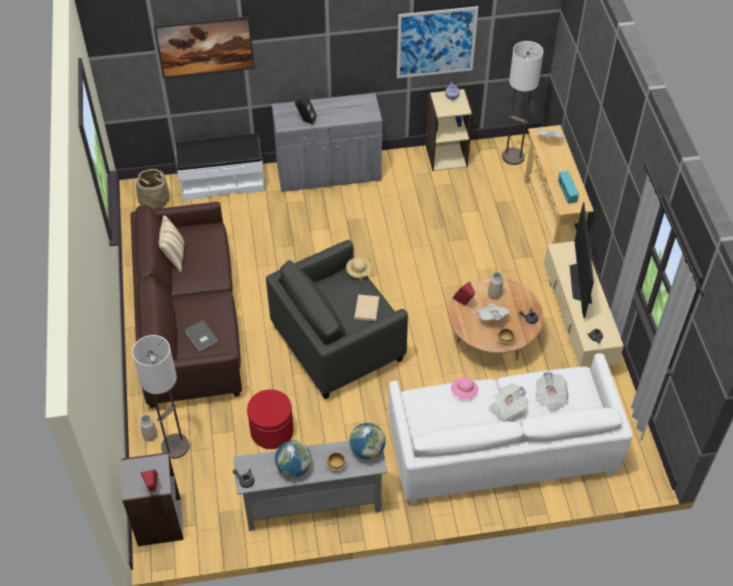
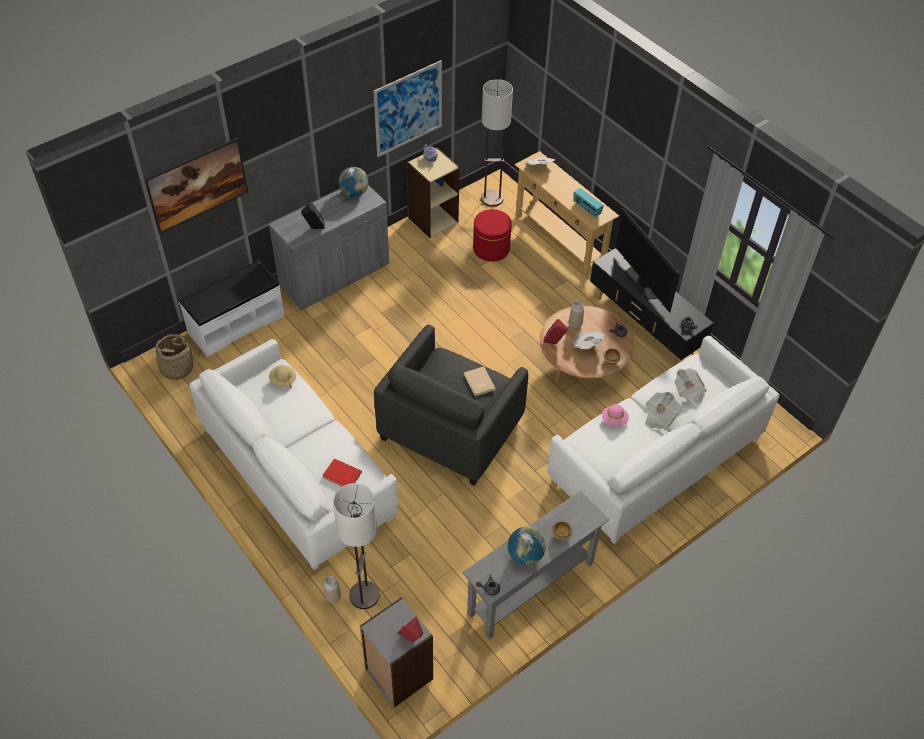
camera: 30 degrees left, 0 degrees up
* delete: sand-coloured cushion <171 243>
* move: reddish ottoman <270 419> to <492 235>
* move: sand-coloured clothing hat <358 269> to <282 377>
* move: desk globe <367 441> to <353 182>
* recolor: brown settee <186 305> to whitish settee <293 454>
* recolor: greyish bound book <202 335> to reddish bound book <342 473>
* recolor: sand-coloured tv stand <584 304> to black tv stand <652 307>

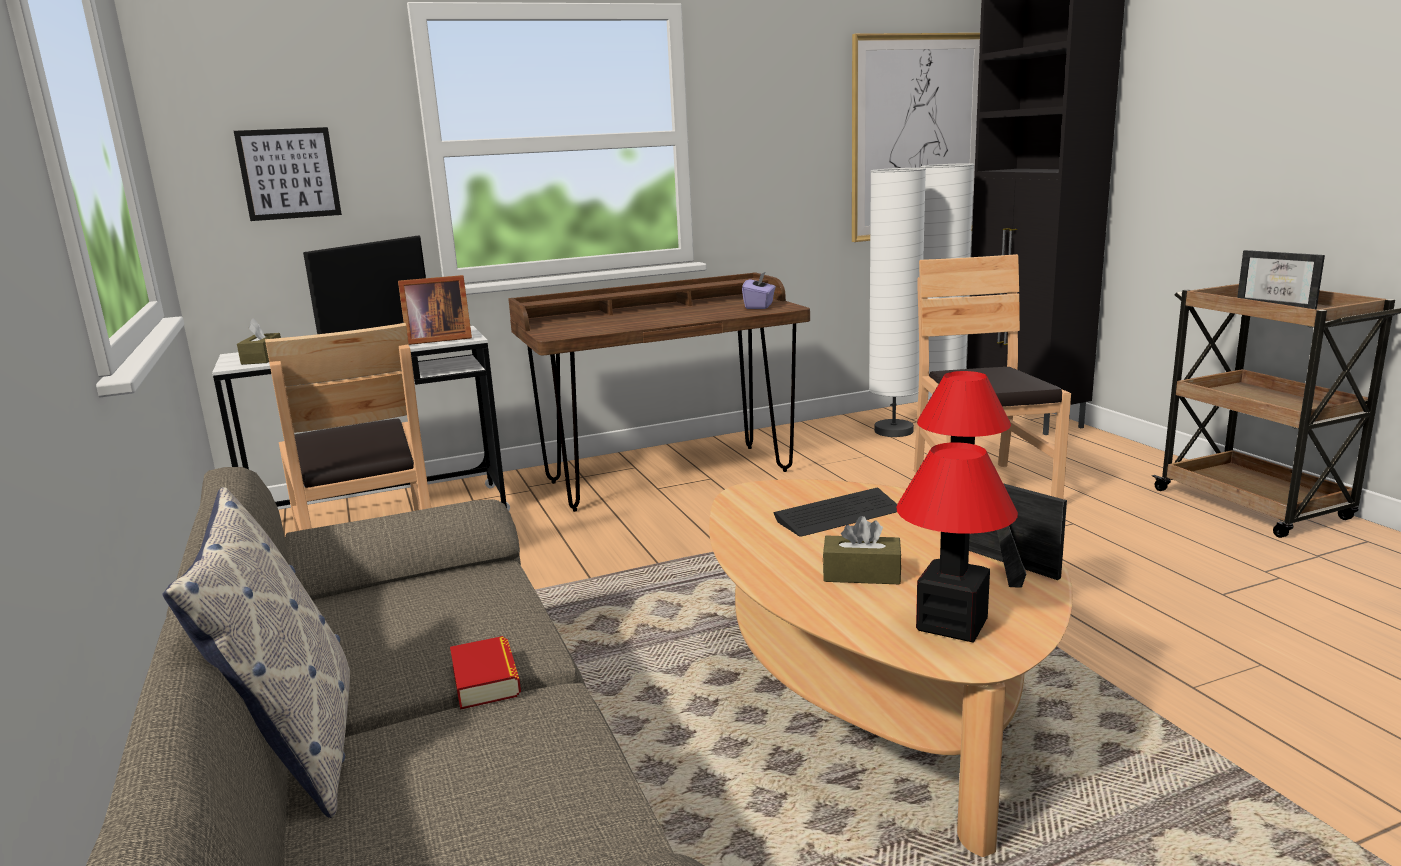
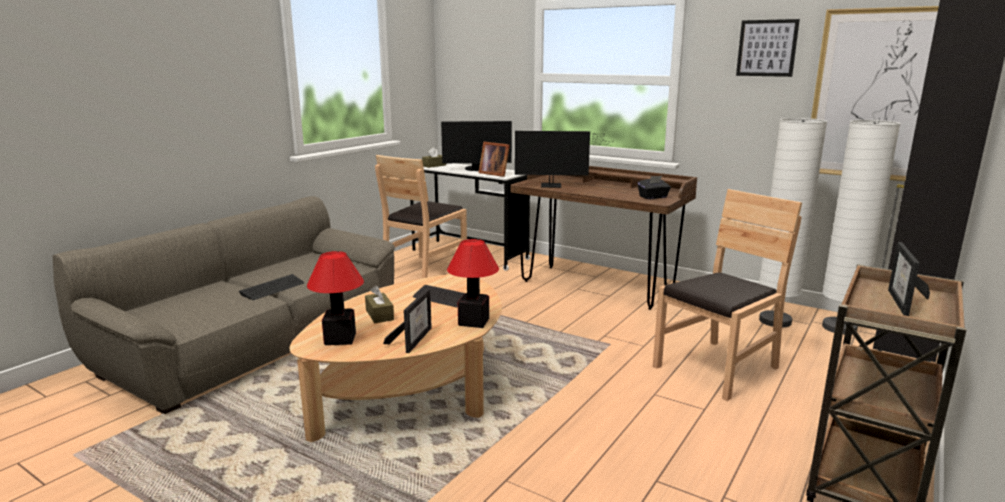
camera: 55 degrees right, 0 degrees up
* delete: cushion <256 652>
* insert: monitor <564 159>
* move: wall picture <288 174> to <768 48>
* replace: bound book <485 673> to PC keyboard <271 287>
* recolor: purplish tissue box <759 290> to black tissue box <654 187>

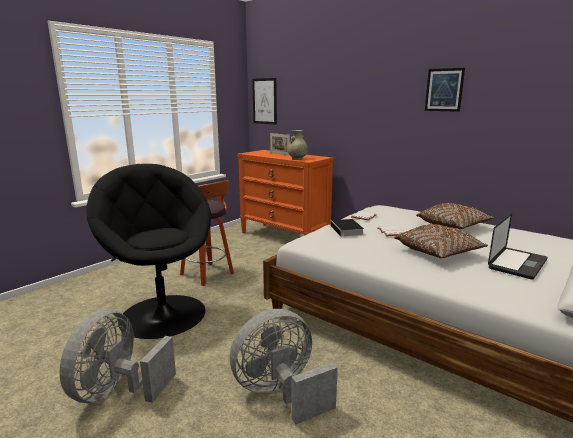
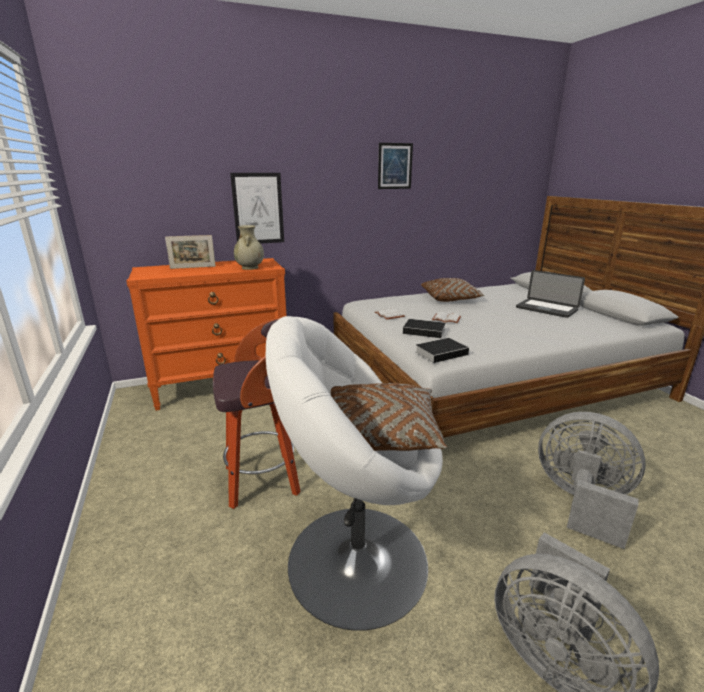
camera: 60 degrees left, 5 degrees up
* insert: bound book <444 350>
* move: wall picture <264 101> to <257 208>
* move: brown cushion <441 241> to <389 417>
* recolor: black lounge chair <149 251> to whitish lounge chair <354 473>
* rotate: greyish electric fan <284 366> = <592 480> 120 degrees clockwise
* rotate: laptop <518 246> = <550 294> 150 degrees clockwise

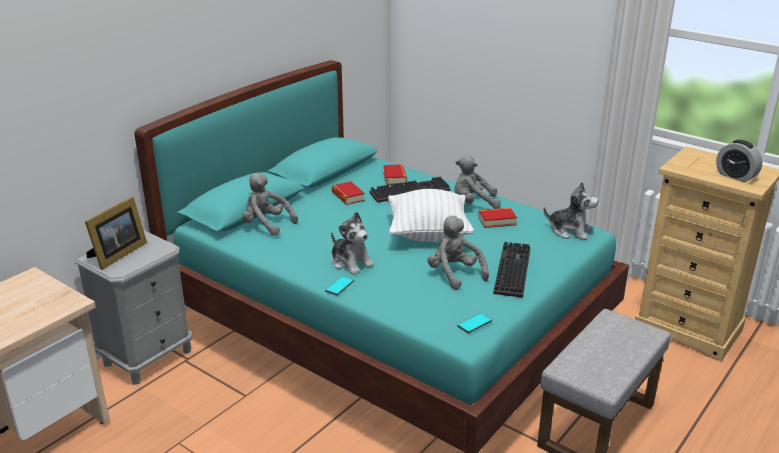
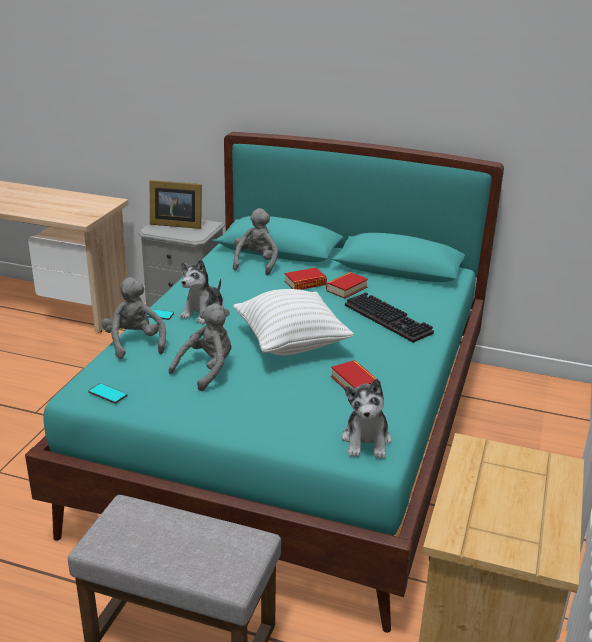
camera: 70 degrees right, 0 degrees up
* delete: PC keyboard <511 270>
* delete: table clock <739 161>
* move: bound book <395 174> to <305 279>
* move: greyish plush toy <477 182> to <133 318>

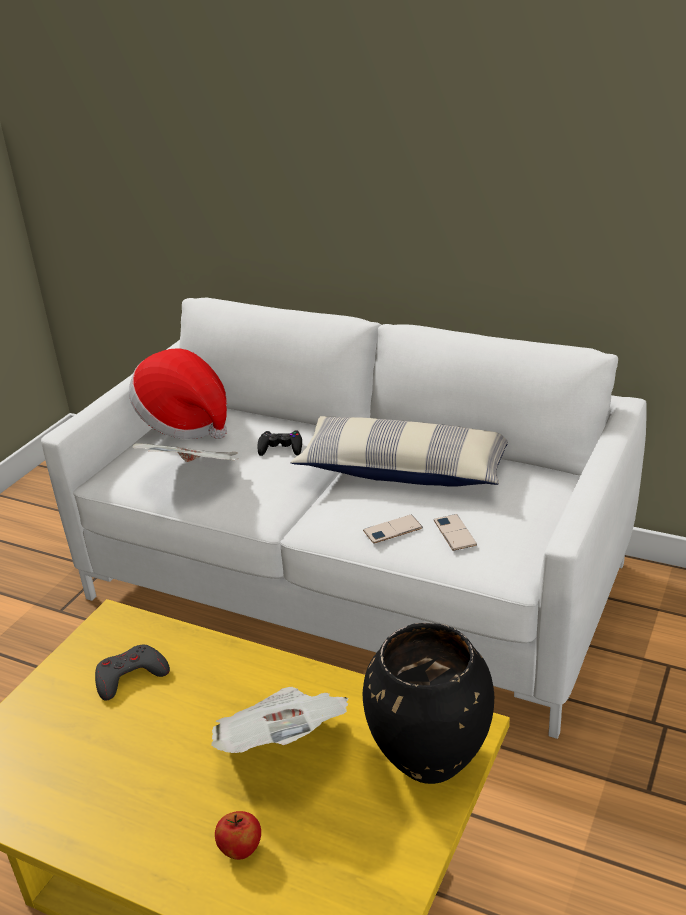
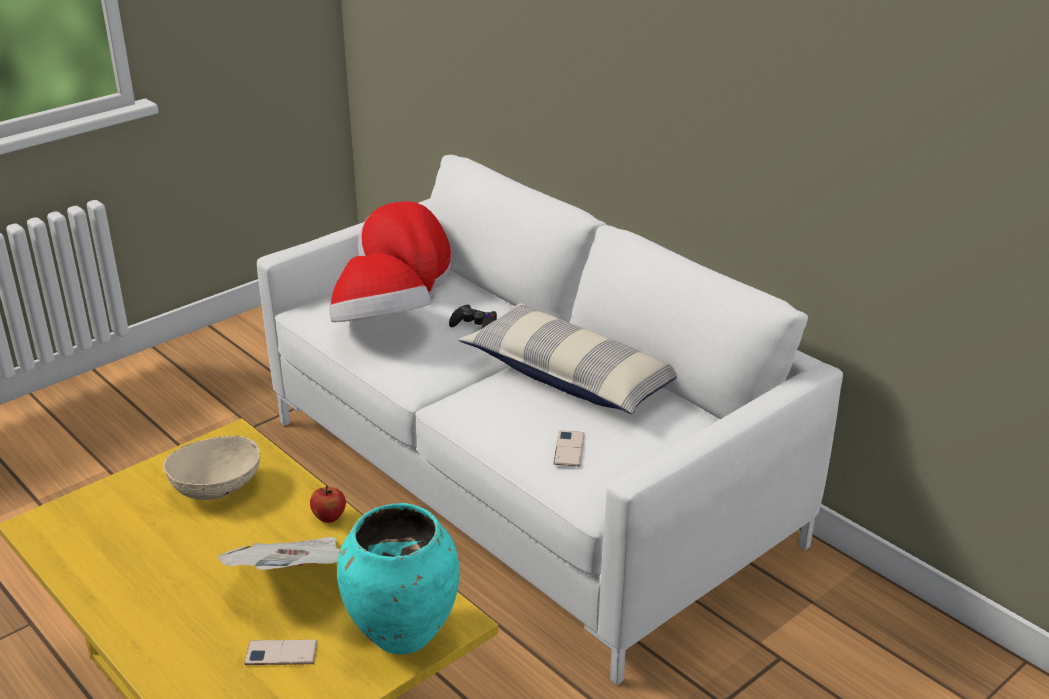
camera: 20 degrees right, 0 degrees up
* move: apple fruit <238 835> to <328 504>
* move: telephone <393 529> to <281 652>
* replace: greyish joypad <132 673> to sand-coloured deep dish <211 468>
* replace: printed paper <185 452> to clothing hat <380 287>
* recolor: black vase <428 703> to turquoise-coloured vase <398 578>

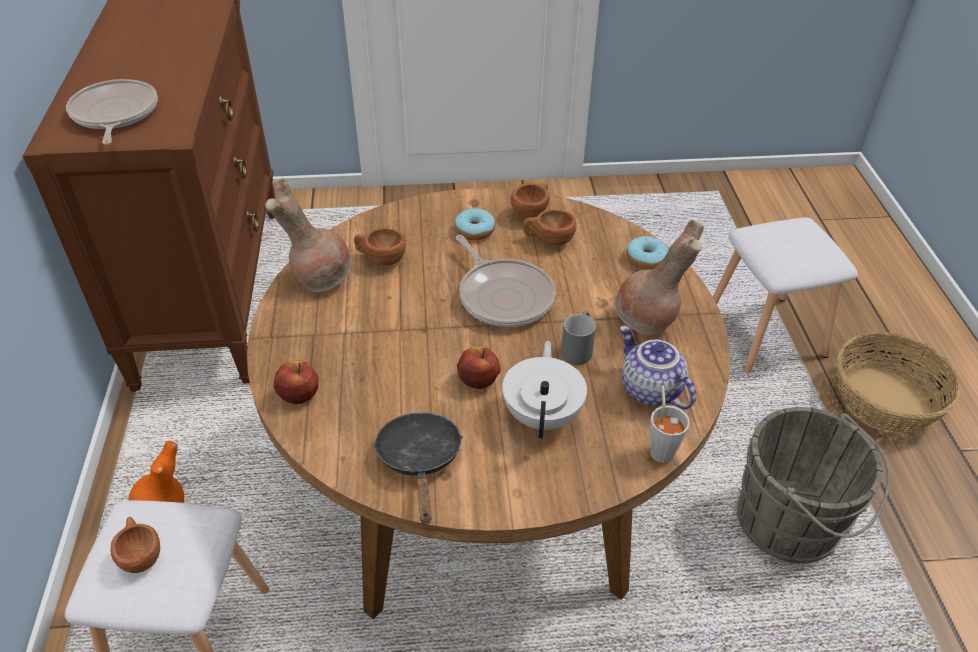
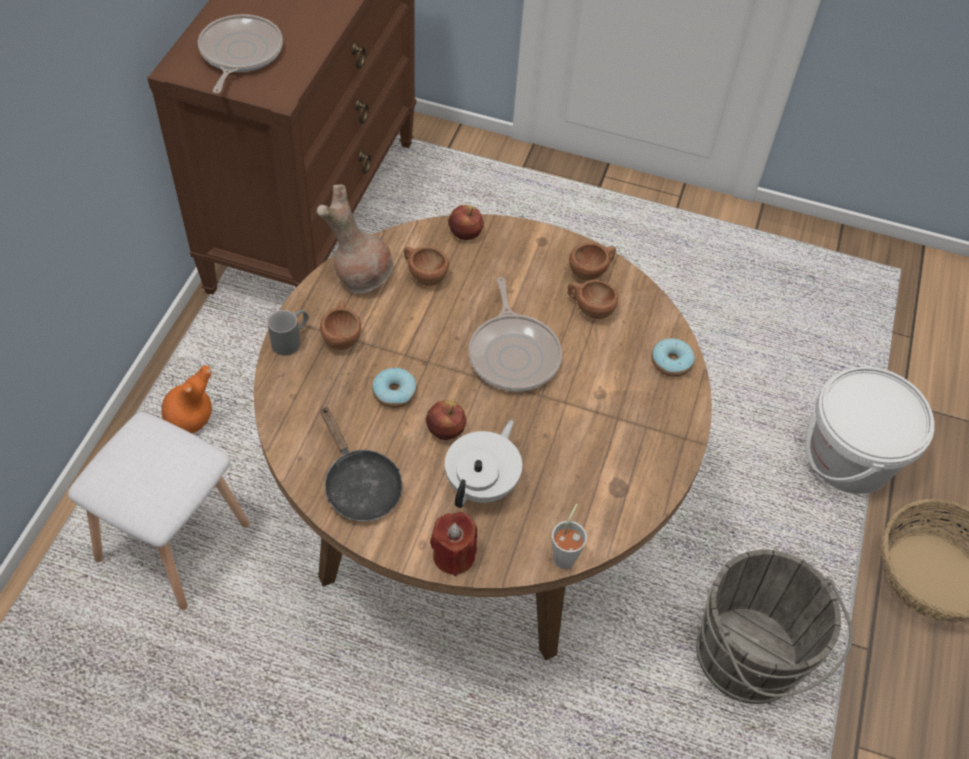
camera: 20 degrees right, 10 degrees up
* delete: brown vase <659 277>
* delete: tea pot <658 367>
* insert: reddish wax light <453 544>
* move: brown drinking cup <135 545> to <340 325>
* move: apple fruit <296 382> to <466 222>
* move: doughnut <475 224> to <394 388>
* move: greyish mug <578 338> to <288 332>
* replace: whitish sitting stool <785 295> to whitish bucket <870 430>
* rotate: black pan <418 468> = <361 464> 135 degrees clockwise

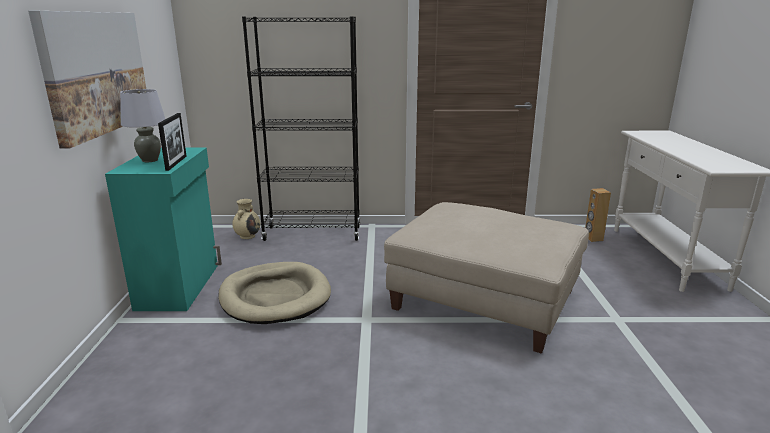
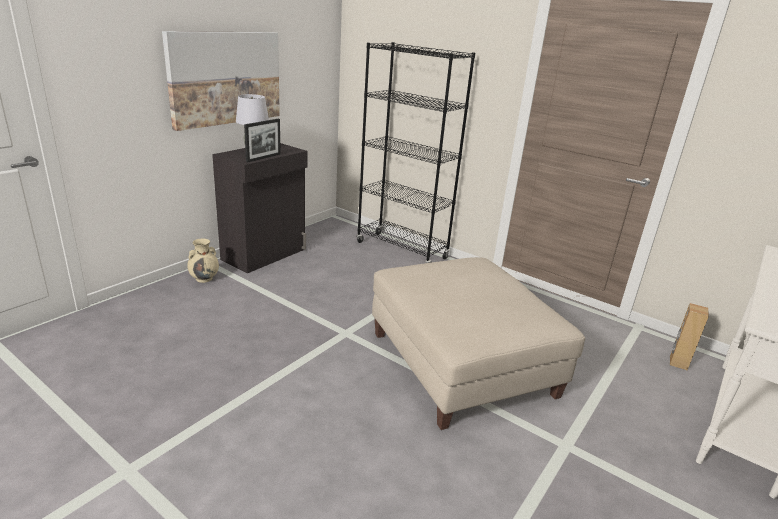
camera: 35 degrees right, 5 degrees up
* delete: sand-coloured dog bed <274 293>
* move: sand-coloured vase <246 219> to <203 260>
* recolor: turquoise-coloured cupboard <163 229> to black cupboard <260 208>

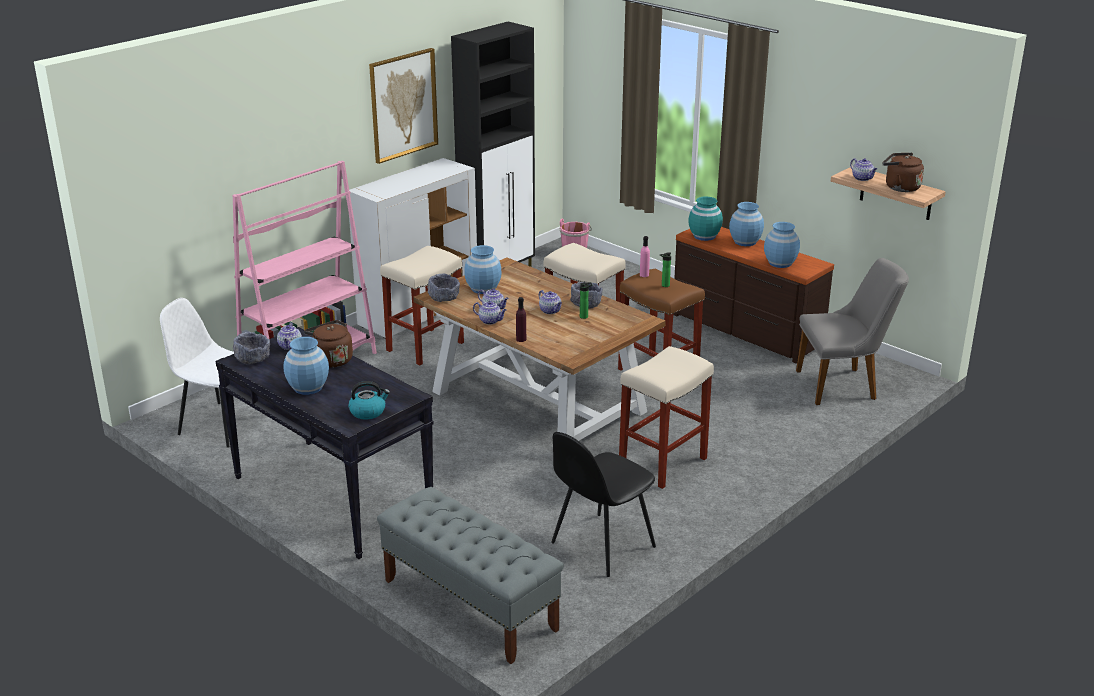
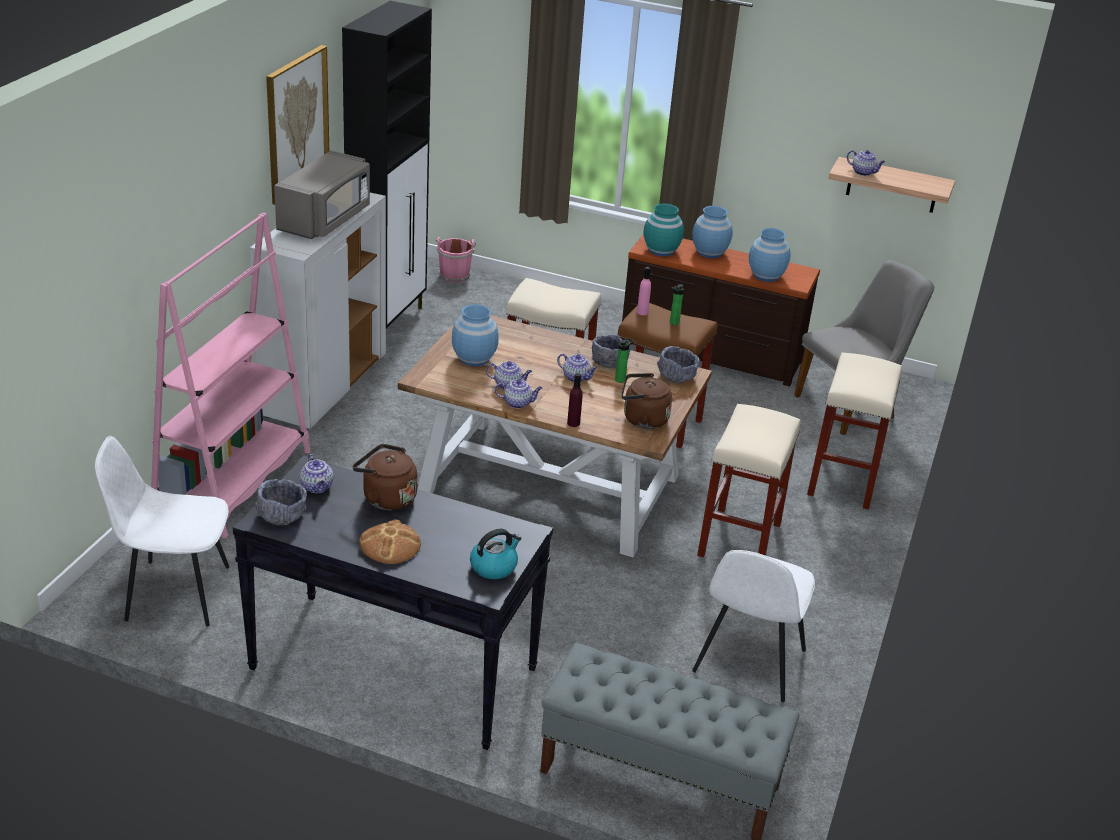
camera: 25 degrees left, 5 degrees up
* insert: greyish microwave <322 194>
* move: sand-coloured sitting stool <422 305> to <854 431>
* move: greyish deep dish <443 288> to <678 364>
* move: brown tea kettle <903 172> to <646 401>
* replace: bluish vase <306 366> to bakery bread <390 541>
* recolor: black chair <603 504> to whitish chair <753 626>

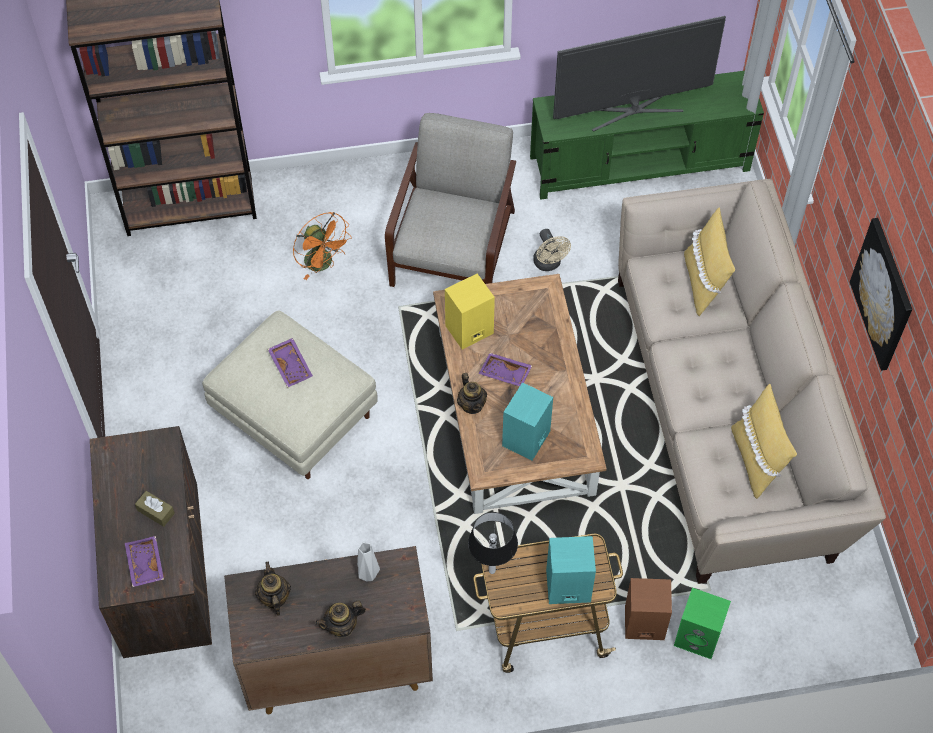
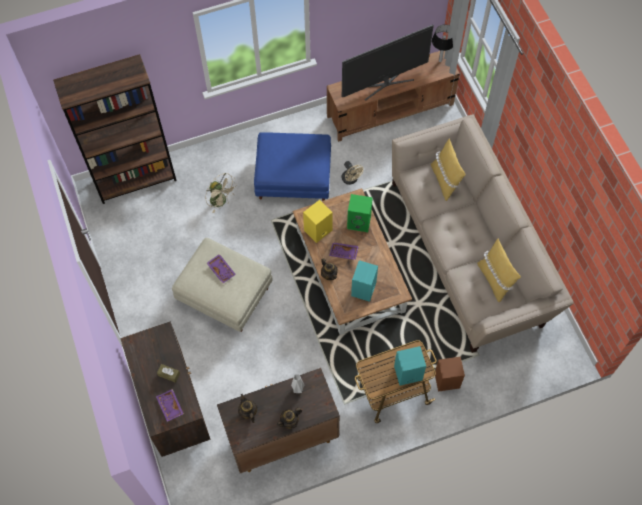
camera: 10 degrees left, 5 degrees up
* delete: wall picture <881 294>
* move: lamp for a table <493 543> to <442 43>
* move: green-coloured audio speaker <702 623> to <360 213>
* replace: greyish lounge chair <450 200> to bluish ottoman <292 166>
* recolor: orange electric fan <322 246> to sand-coloured electric fan <221 193>
* recolor: green-coloured tv stand <647 135> to brown tv stand <393 96>

